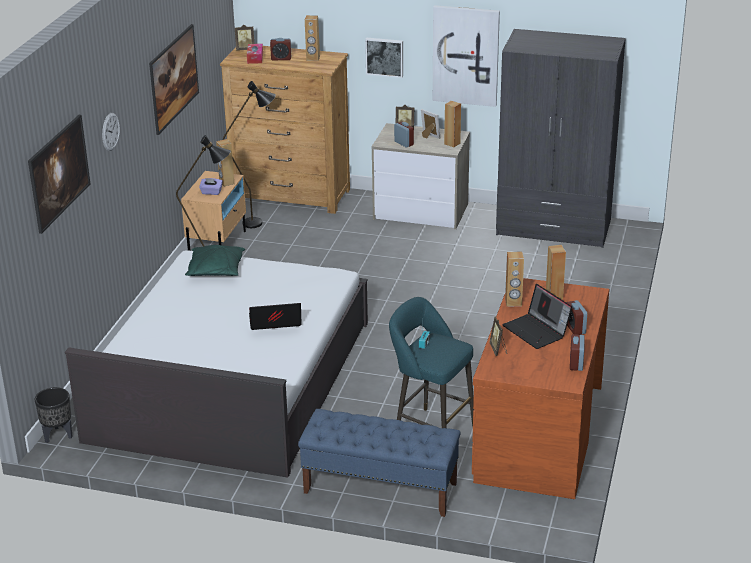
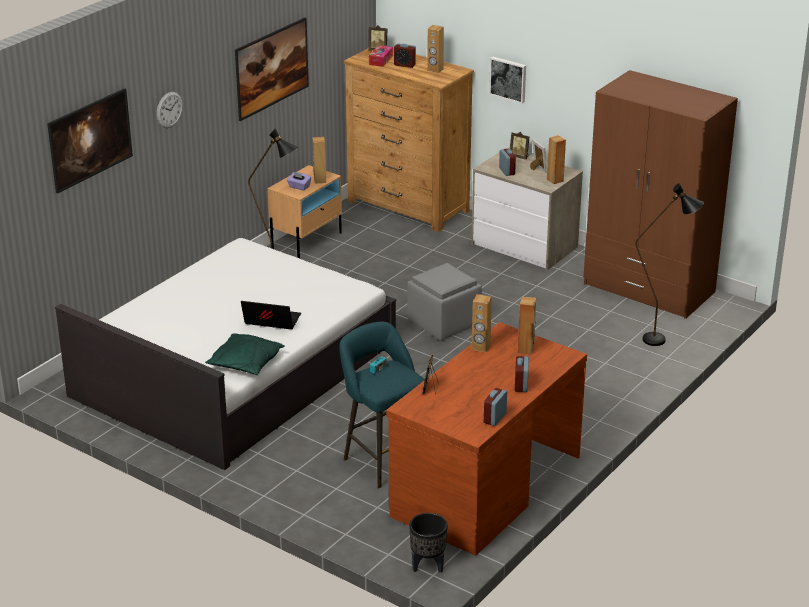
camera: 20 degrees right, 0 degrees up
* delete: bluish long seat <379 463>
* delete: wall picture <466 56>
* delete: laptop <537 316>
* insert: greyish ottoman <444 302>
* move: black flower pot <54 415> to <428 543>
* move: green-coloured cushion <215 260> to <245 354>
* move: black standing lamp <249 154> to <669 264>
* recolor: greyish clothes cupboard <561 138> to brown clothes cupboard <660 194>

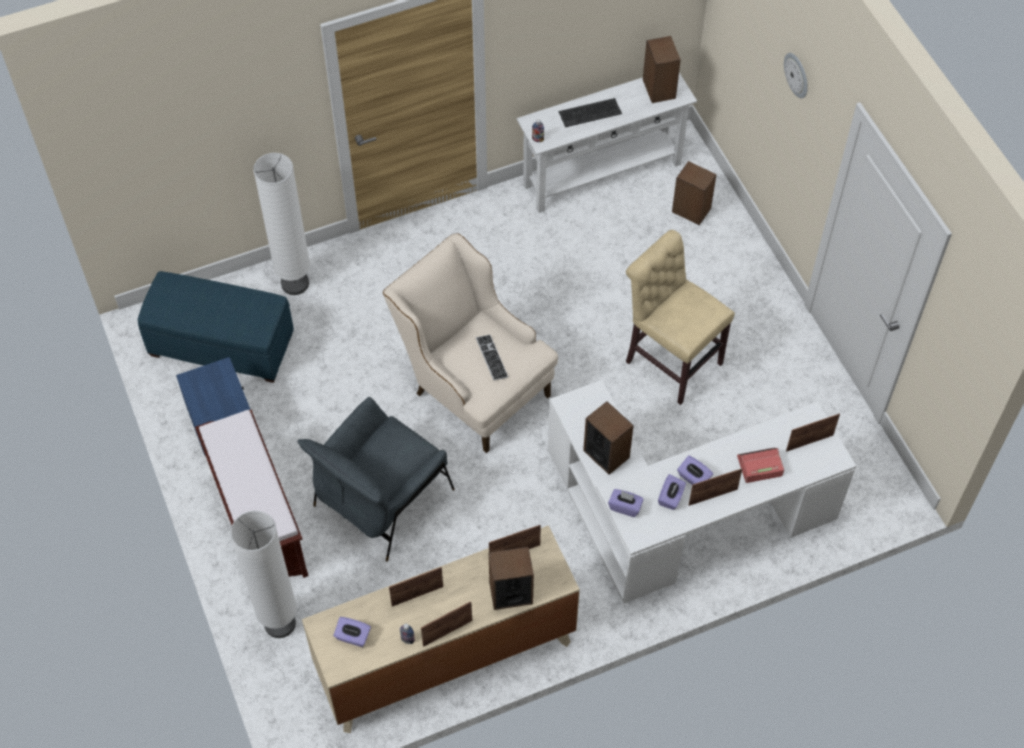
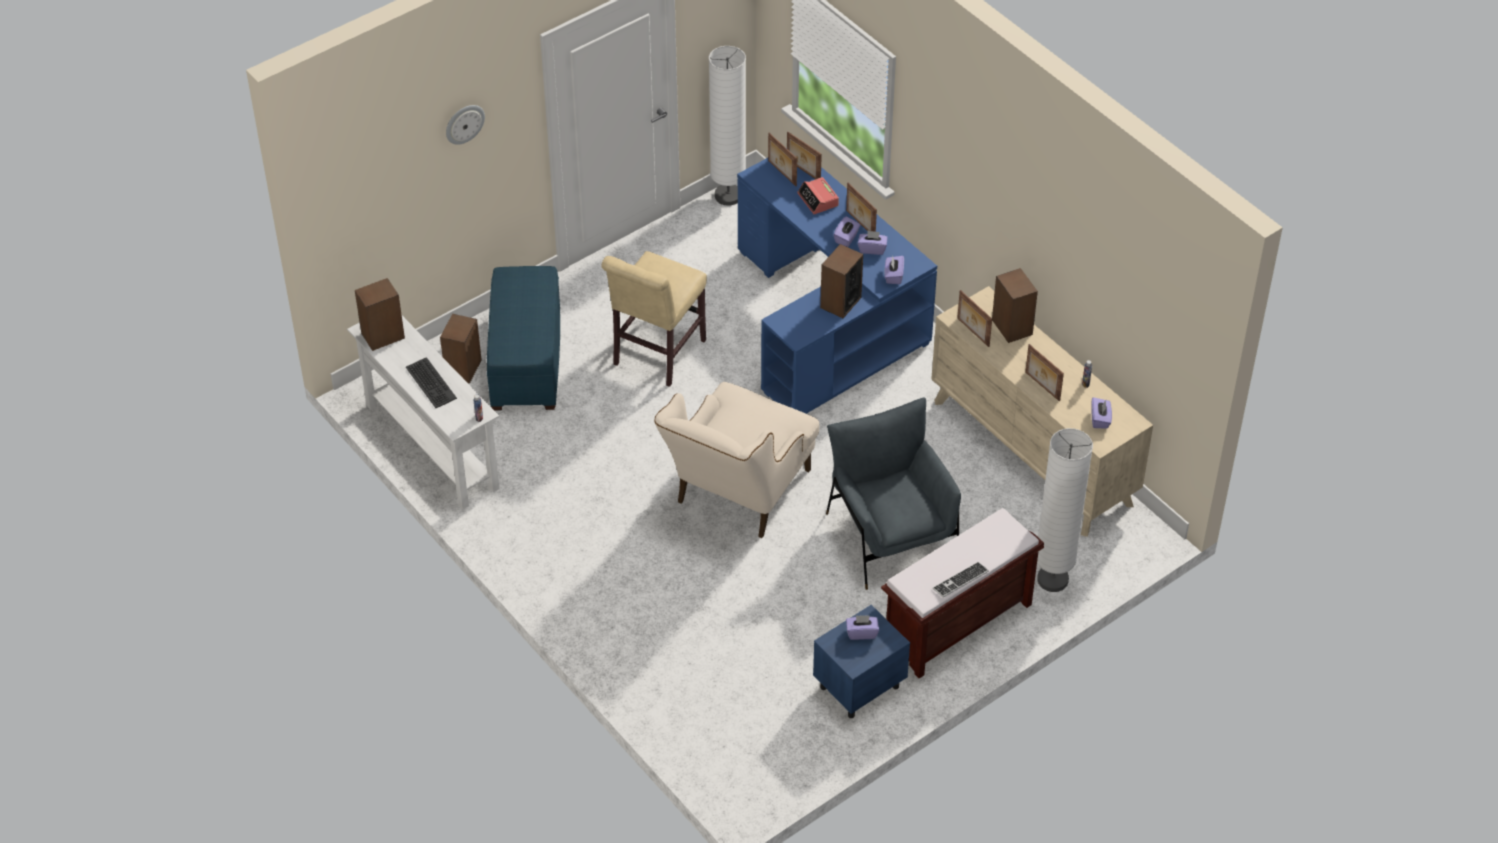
camera: 105 degrees left, 10 degrees down
* insert: purplish tissue box <862 627>
* move: bluish ottoman <216 327> to <523 338>
* move: whitish standing lamp <281 224> to <727 126>
* move: picture frame <446 624> to <804 155>
* move: PC keyboard <492 358> to <961 580>
* recolor: whitish desk unit <702 492> to bluish desk unit <837 286>
* rotate: greyish lounge chair <376 479> = <893 493> 135 degrees counterclockwise

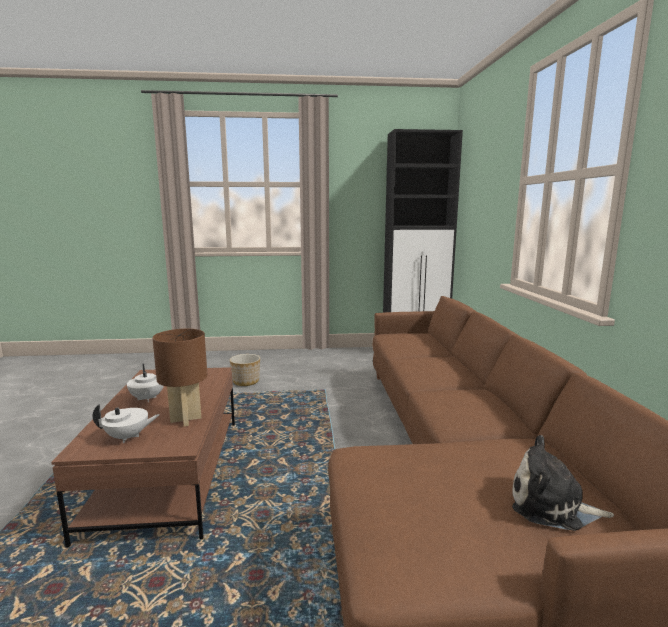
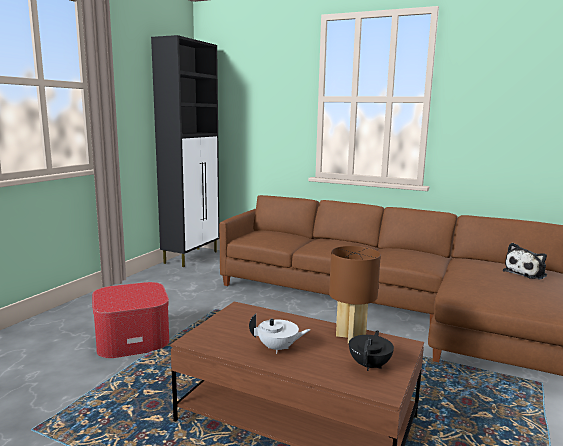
camera: 60 degrees left, 0 degrees up
* replace: flower pot <245 370> to ottoman <130 320>
* recolor: whitish tea pot <126 423> to black tea pot <371 350>

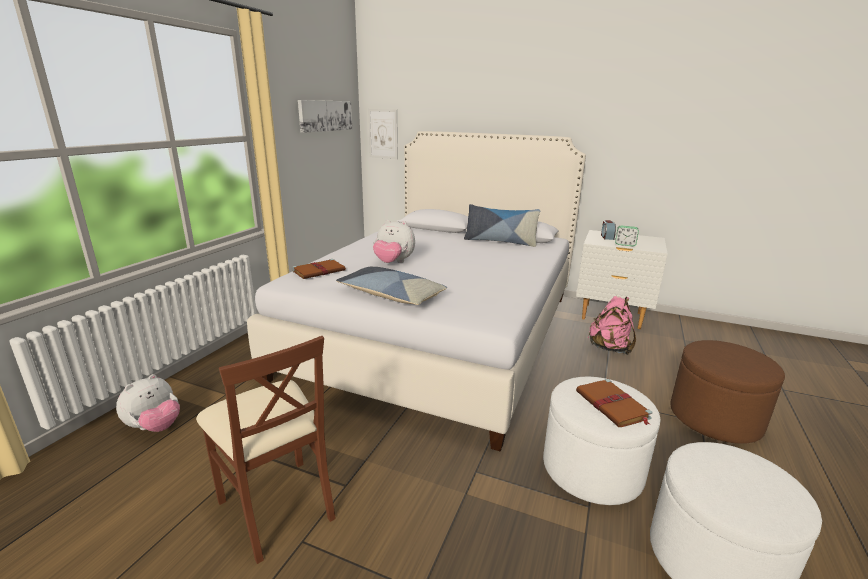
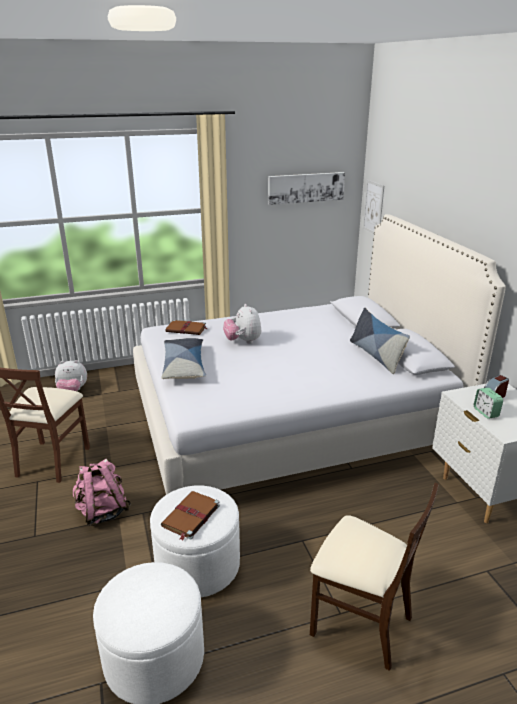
camera: 50 degrees right, 5 degrees up
* move: pink-coloured rucksack <612 325> to <102 492>
* replace: brown ottoman <727 392> to sand-coloured chair <374 577>

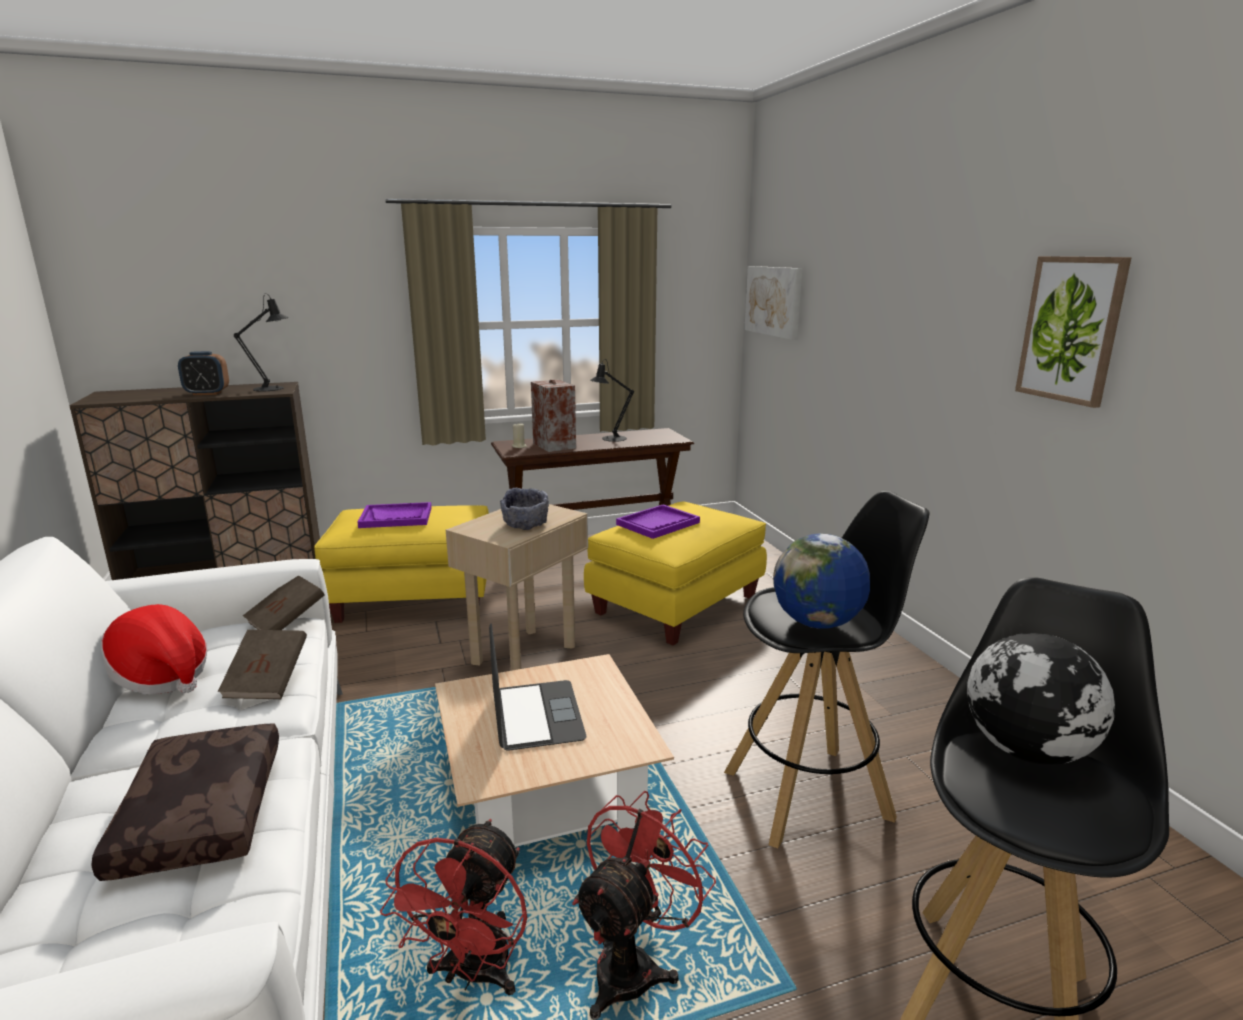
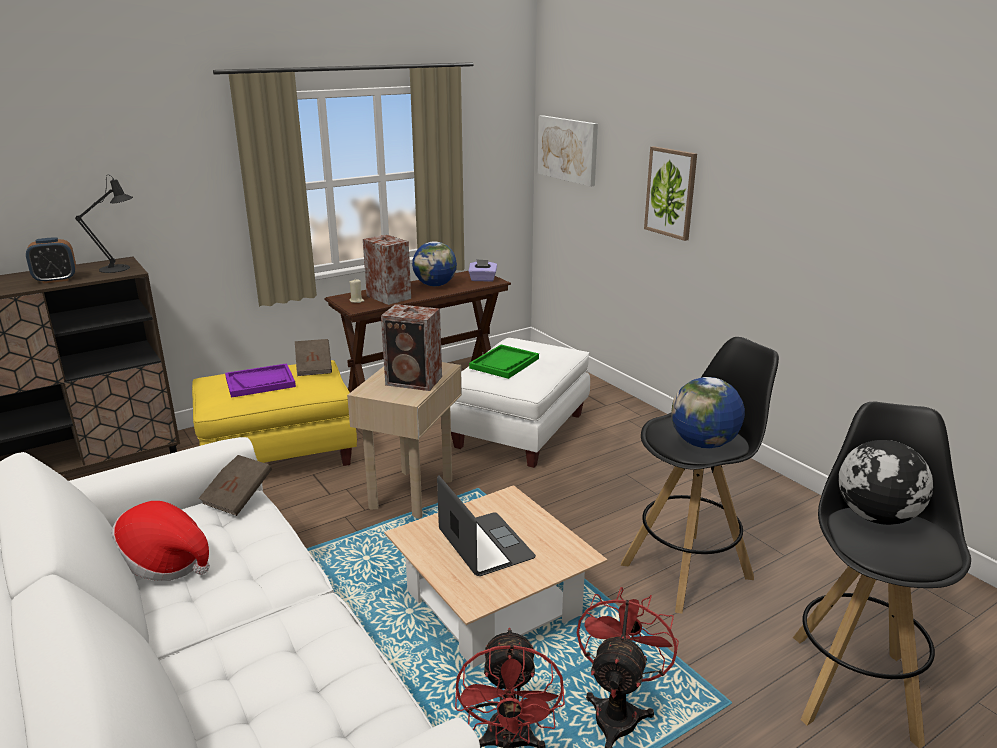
camera: 15 degrees left, 5 degrees up
* delete: brown cushion <185 802>
* insert: purplish tissue box <482 270>
* move: brown bound book <262 664> to <313 357>
* move: wall picture <1073 332> to <670 193>
* replace: greyish deep dish <524 508> to audio speaker <411 347>
* replace: black lamp for a table <612 400> to desk globe <434 263>
* recolor: yellow ottoman <675 573> to whitish ottoman <520 403>
* recolor: purplish tray <658 521> to green-coloured tray <504 362>

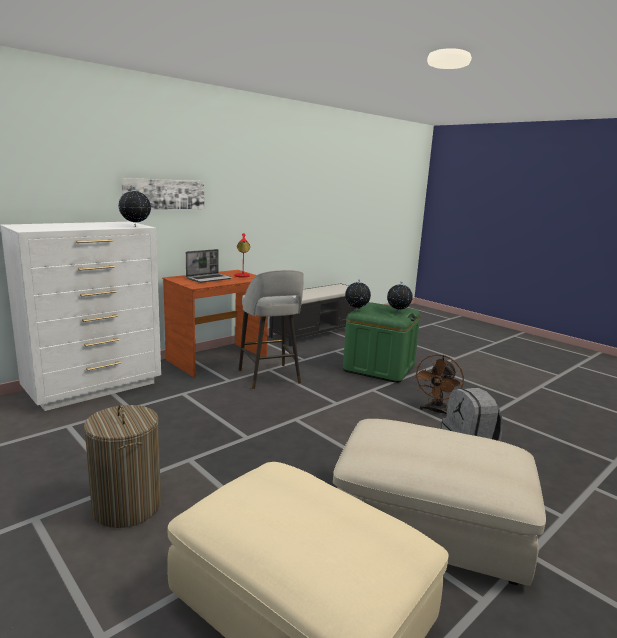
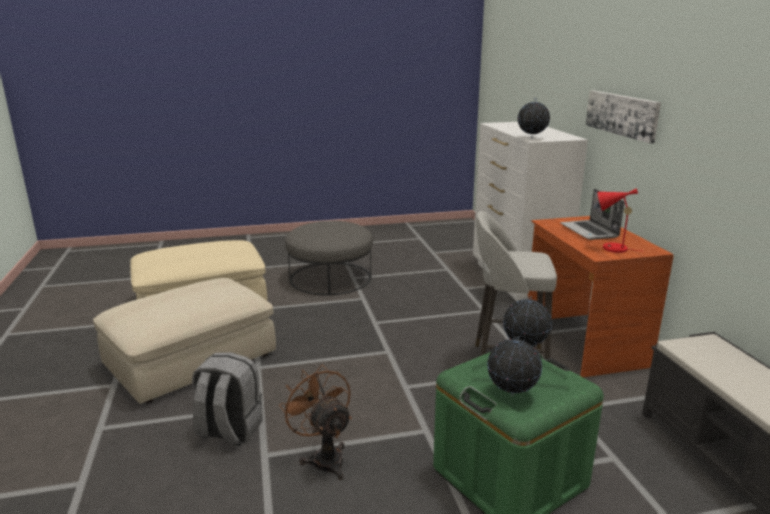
camera: 120 degrees right, 5 degrees up
* replace: hamper <122 466> to greyish ottoman <329 258>

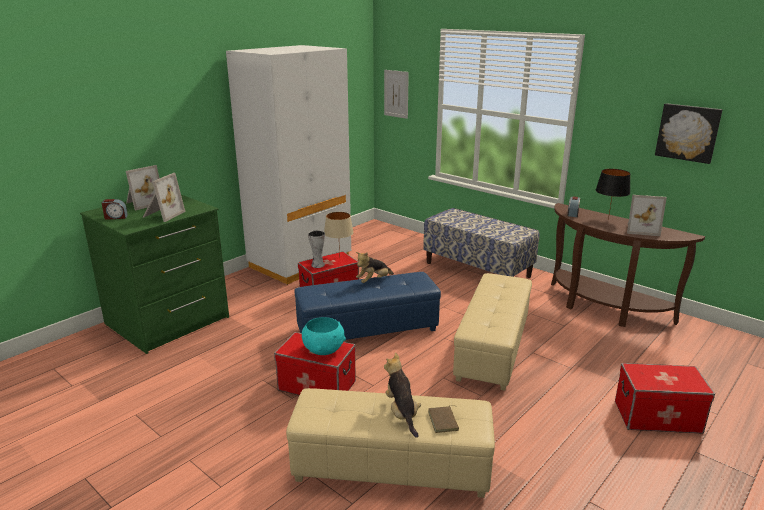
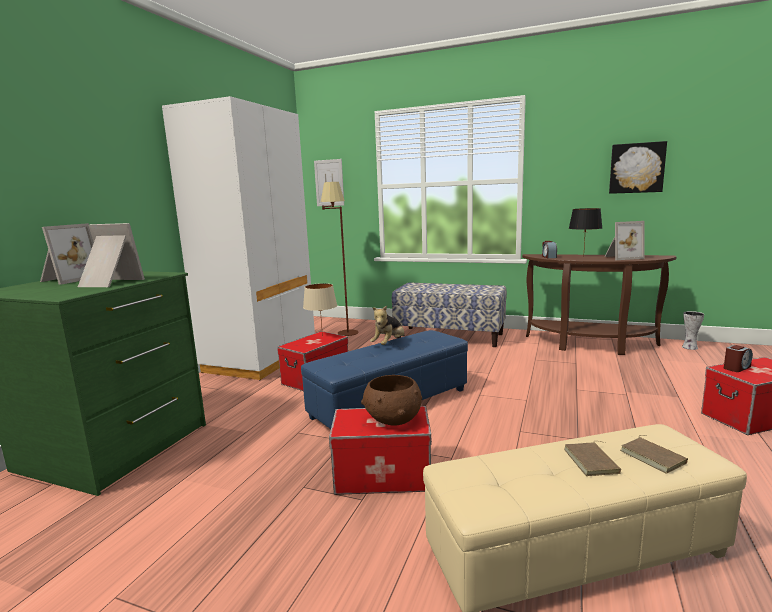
camera: 20 degrees left, 10 degrees down
* delete: sand-coloured ottoman <492 332>
* insert: brown standing lamp <339 259>
* move: table clock <115 209> to <738 358>
* move: vase <316 249> to <693 330>
* replace: plush toy <402 395> to brown bound book <592 458>
* recolor: turquoise-coloured deep dish <324 336> to brown deep dish <391 400>
* rotate: picture frame <164 197> = <111 255> 75 degrees counterclockwise

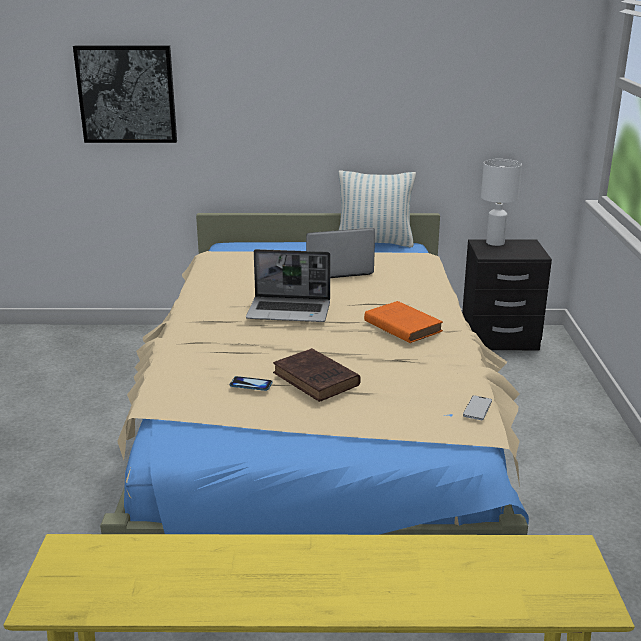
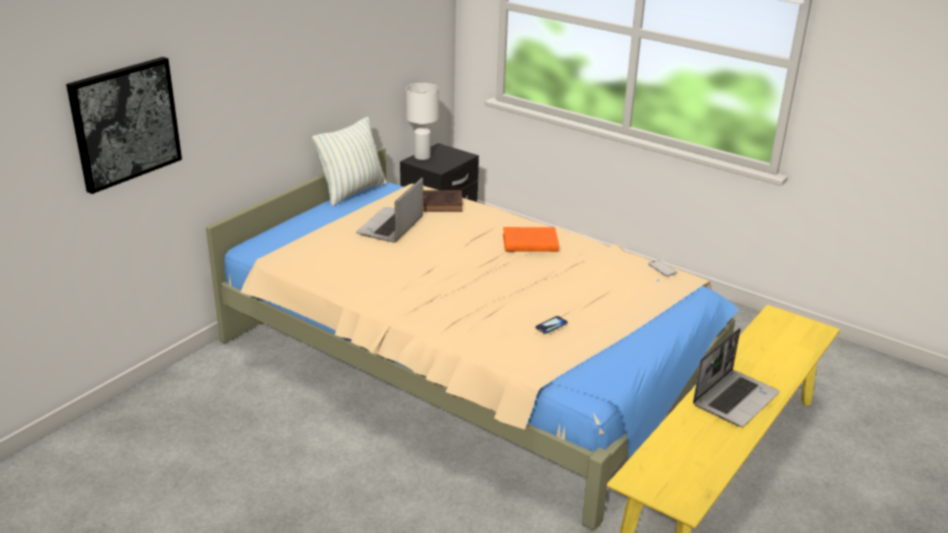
camera: 55 degrees left, 5 degrees up
* move: laptop <288 285> to <736 377>
* move: brown bound book <317 375> to <443 201>

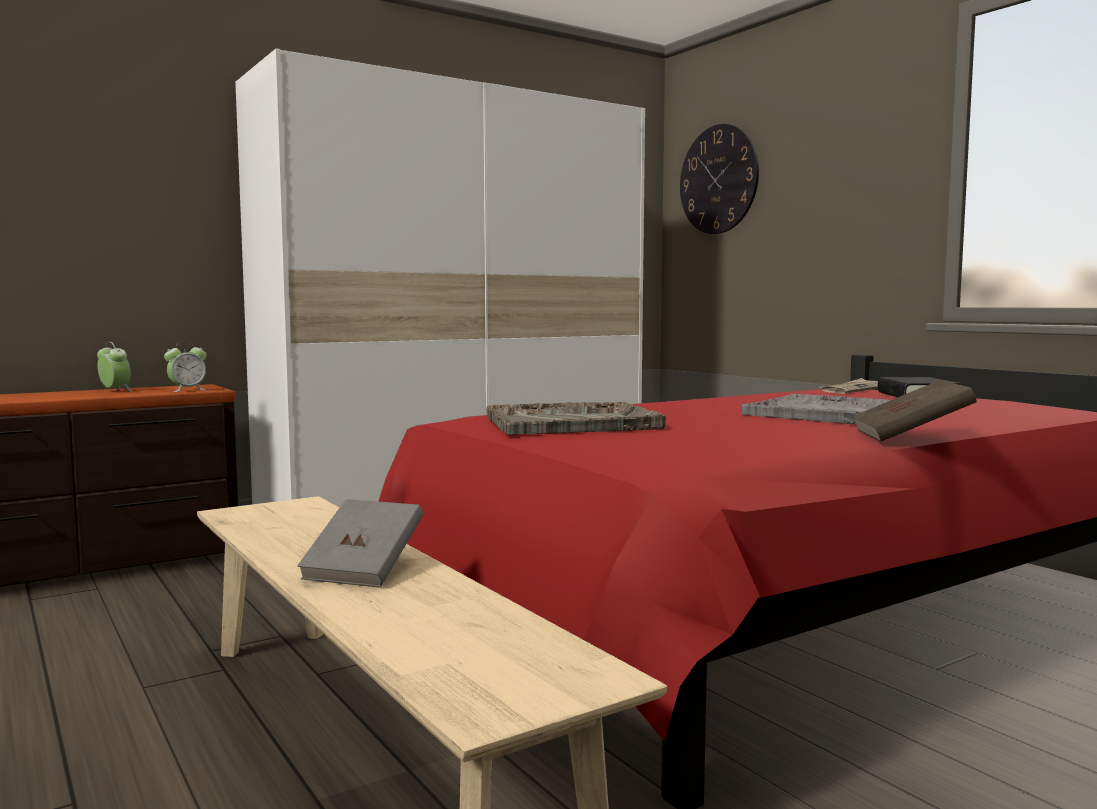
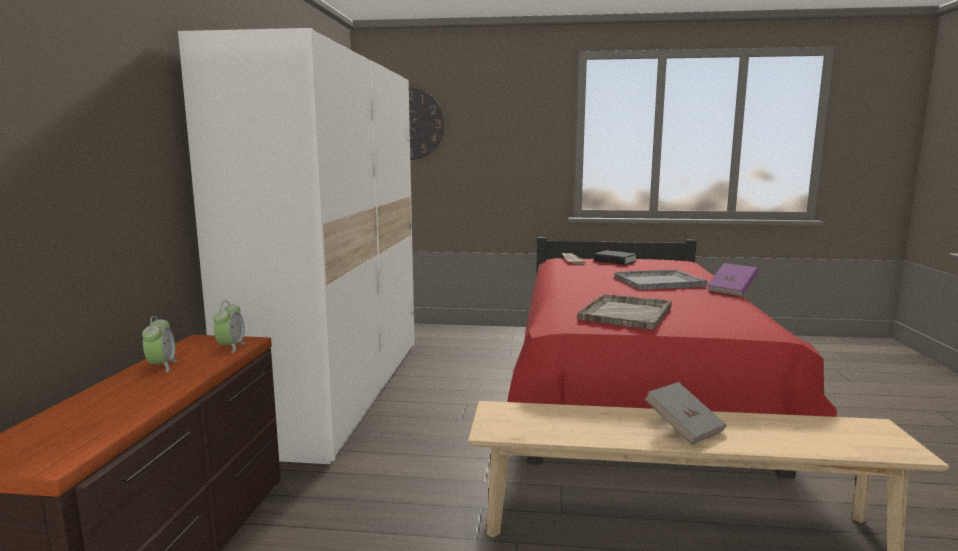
camera: 50 degrees left, 5 degrees up
* recolor: brown bound book <914 411> to purplish bound book <733 279>
* rotate: table clock <114 366> = <160 344> 90 degrees clockwise

